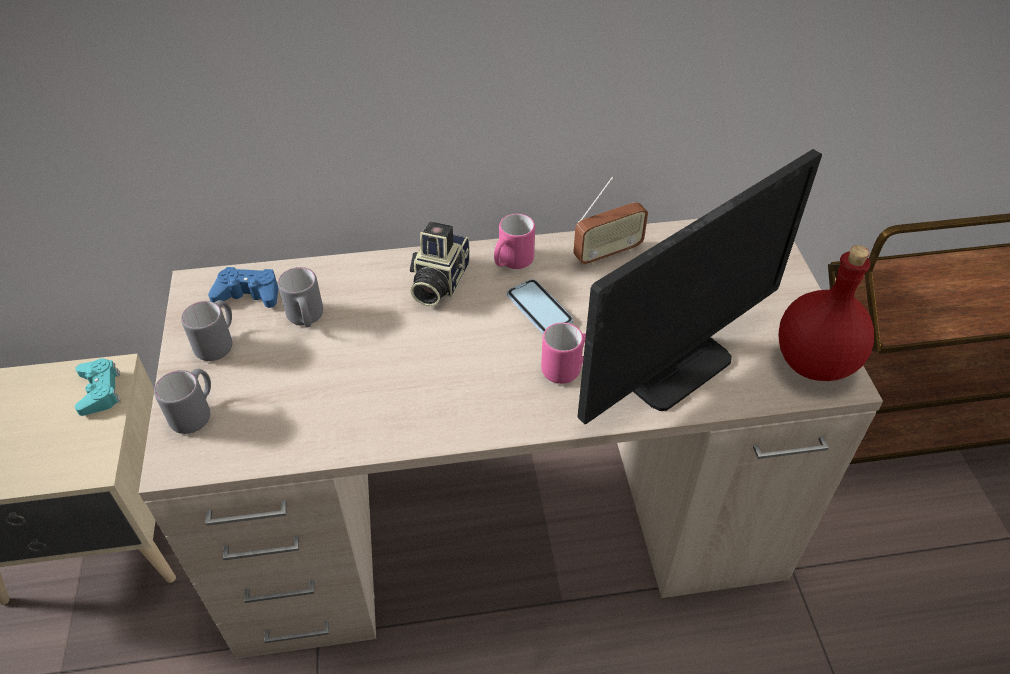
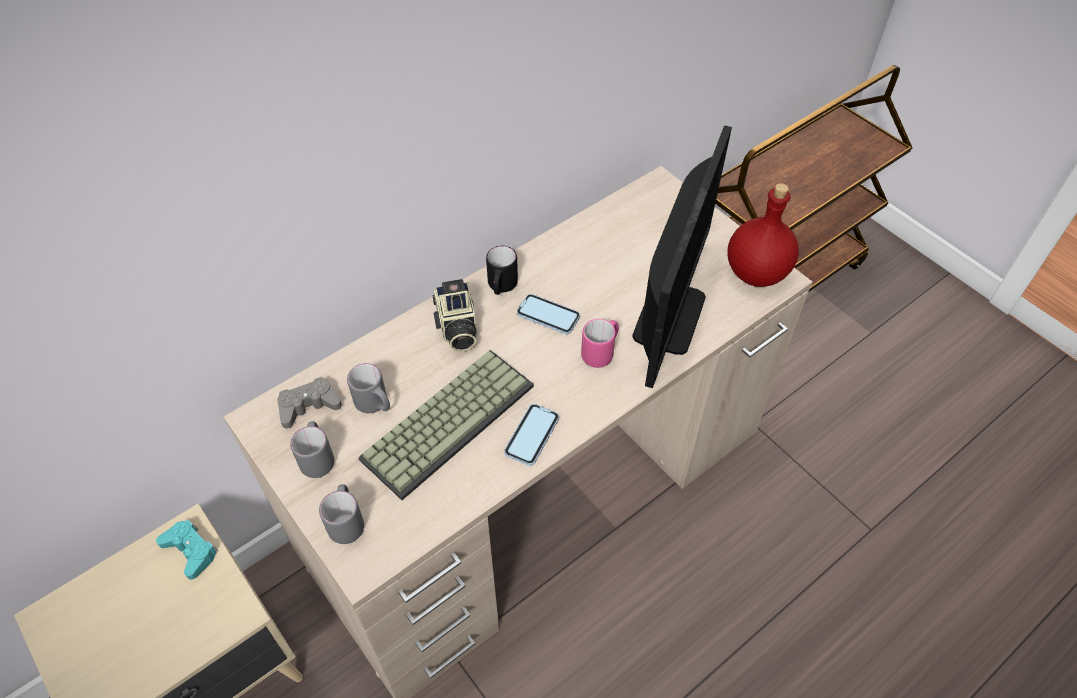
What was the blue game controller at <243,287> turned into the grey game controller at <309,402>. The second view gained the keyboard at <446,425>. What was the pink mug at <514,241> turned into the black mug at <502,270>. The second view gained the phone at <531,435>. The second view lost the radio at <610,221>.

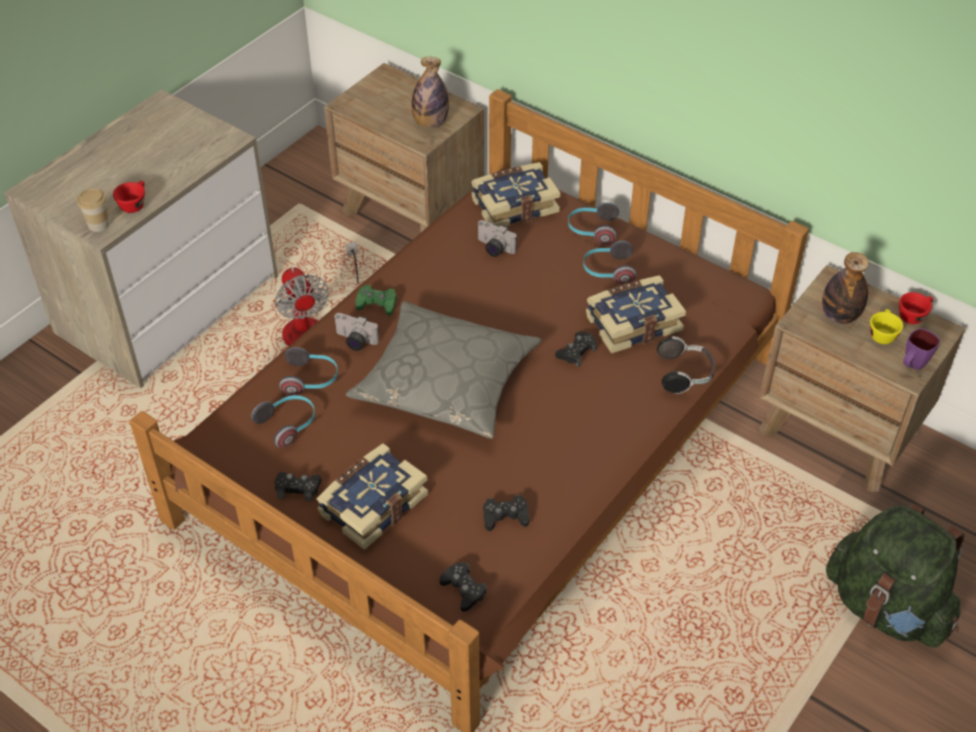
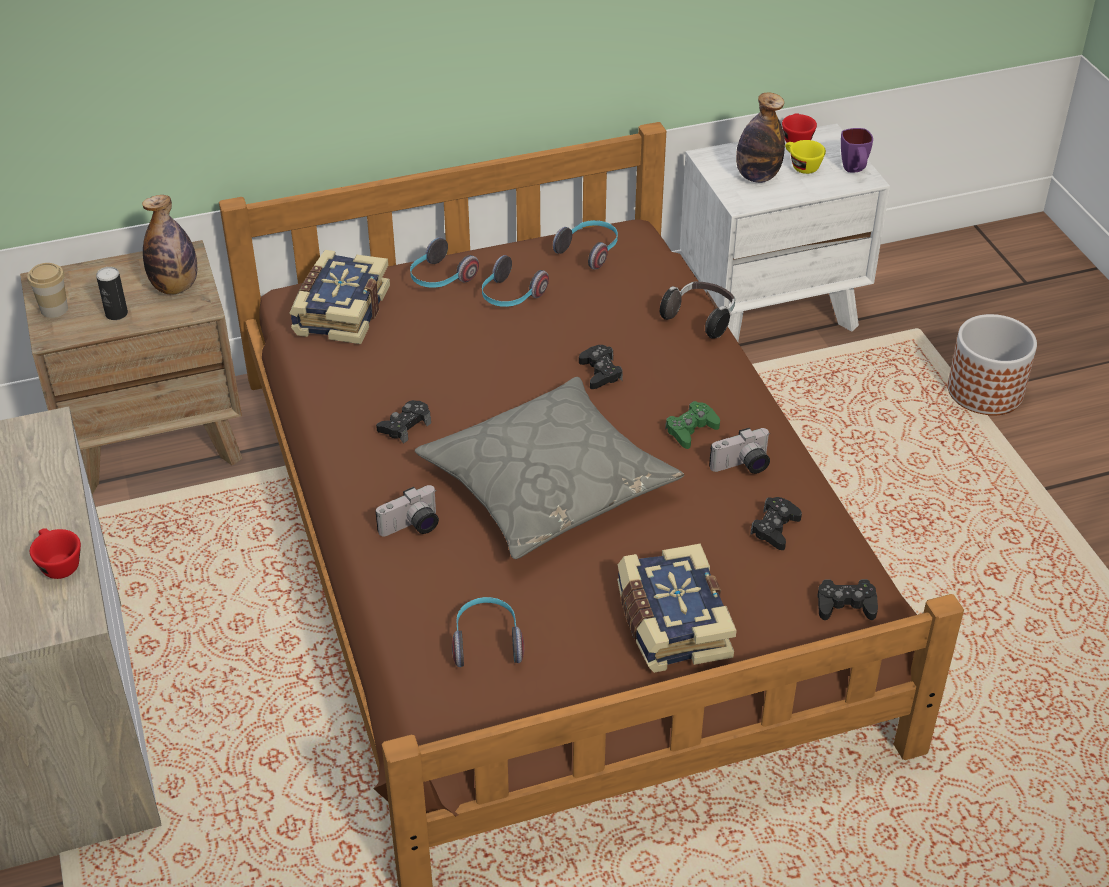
The cup ended up elsewhere, having gone from <93,210> to <47,290>. The second view gained the can at <112,293>. The black game controller ended up elsewhere, having gone from <297,487> to <403,422>. The headphones ended up elsewhere, having gone from <308,371> to <585,245>. The green game controller ended up elsewhere, having gone from <376,300> to <692,425>. What was the brown nightstand at <862,378> turned into the white nightstand at <785,232>. The photo camera ended up elsewhere, having gone from <497,238> to <739,451>. Where the green backpack stood at <895,575>, the planter came to stand at <992,365>. The second view lost the fan at <316,293>. The second view lost the book at <636,314>.

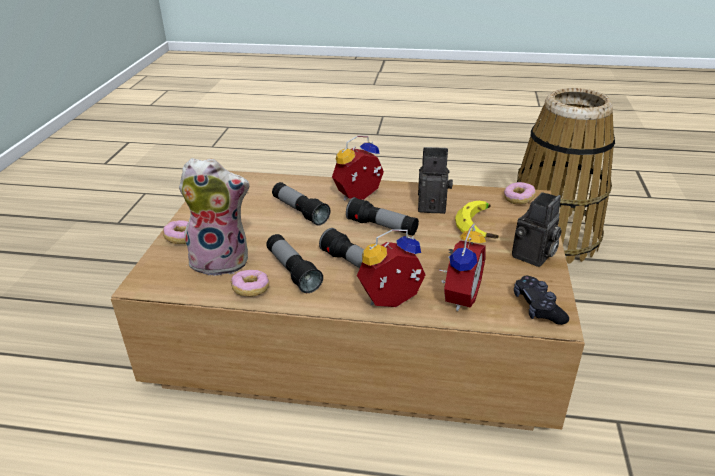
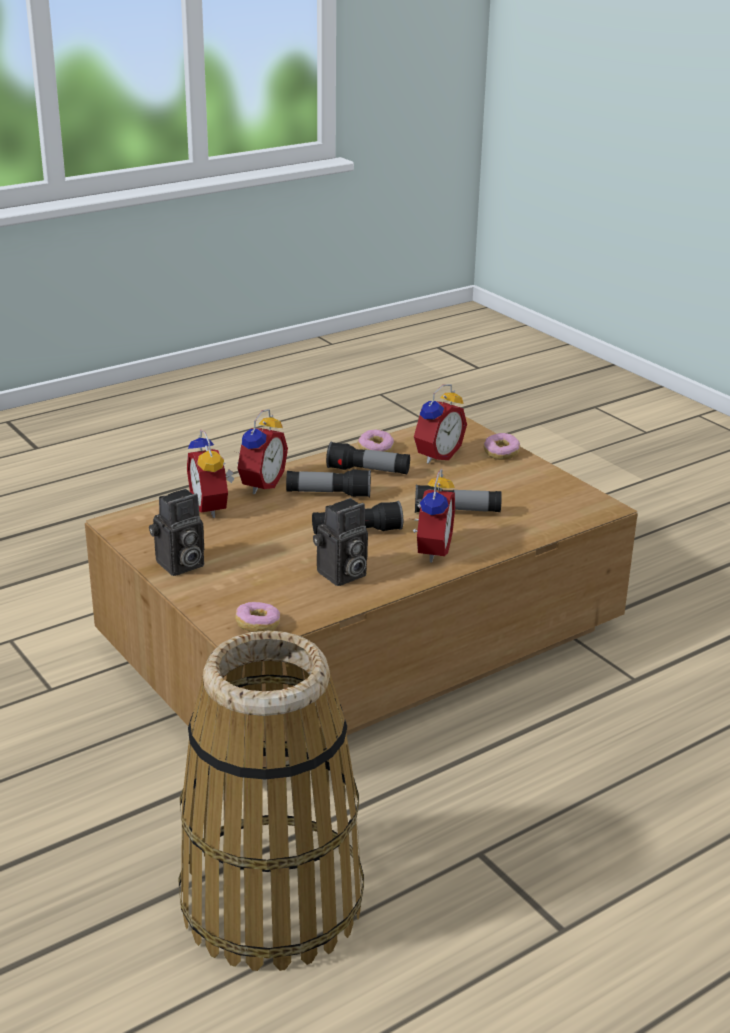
The photo camera at <537,229> ended up facing another way, 120 degrees counterclockwise from before. Where the plush toy stood at <214,217>, the alarm clock came to stand at <440,424>. The second view lost the banana at <477,219>. The second view lost the black game controller at <541,300>.

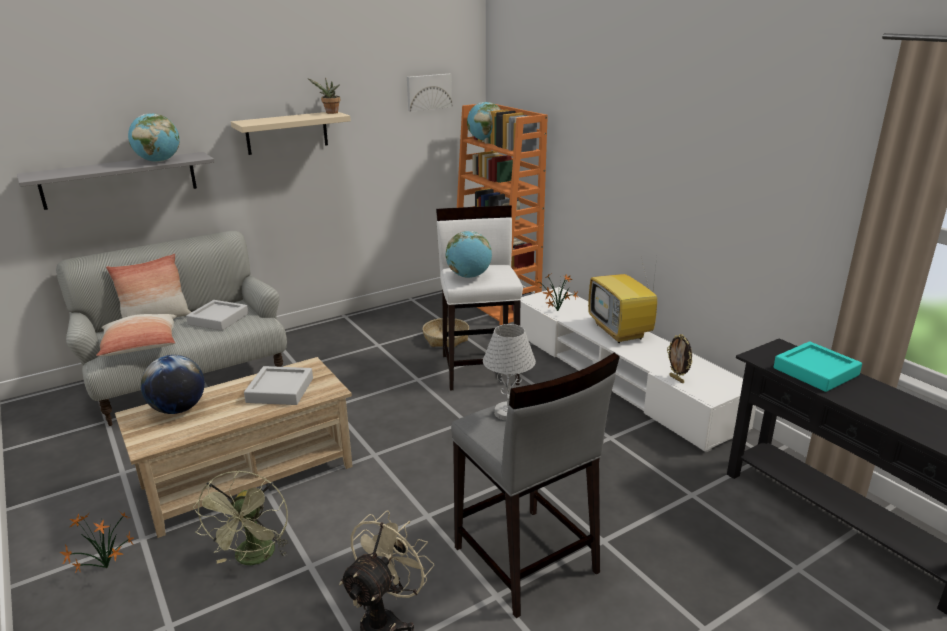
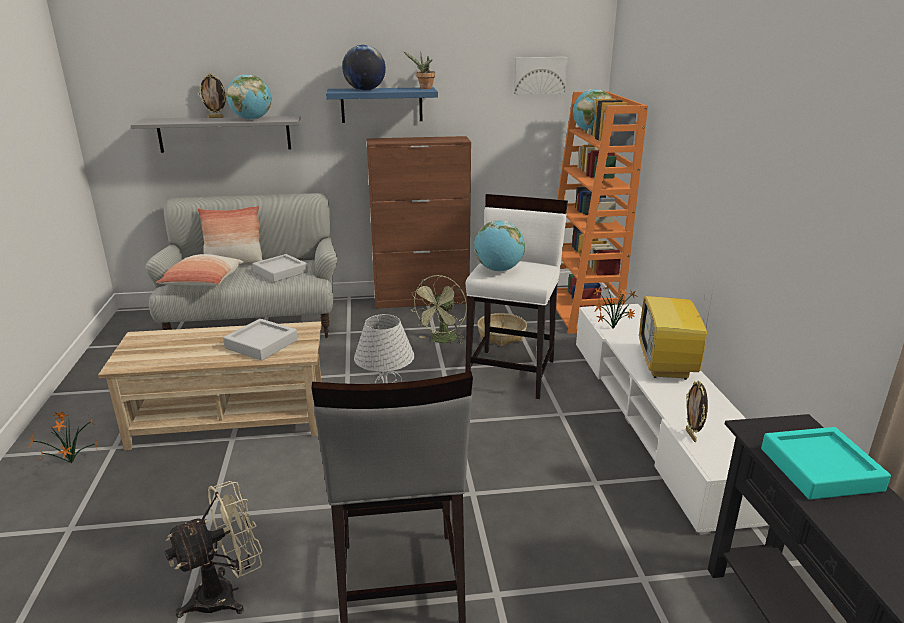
The second view gained the picture frame at <212,95>. What was the beige shelf at <291,133> turned into the blue shelf at <382,105>. The globe ended up elsewhere, having gone from <173,384> to <364,68>. The second view gained the brown cabinet at <418,222>. The green fan ended up elsewhere, having gone from <240,517> to <438,309>.

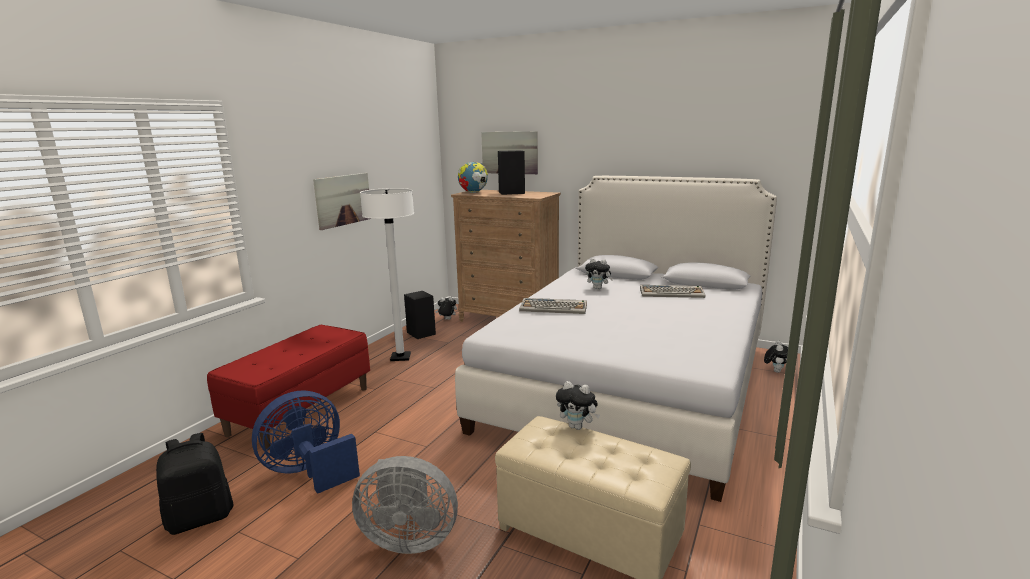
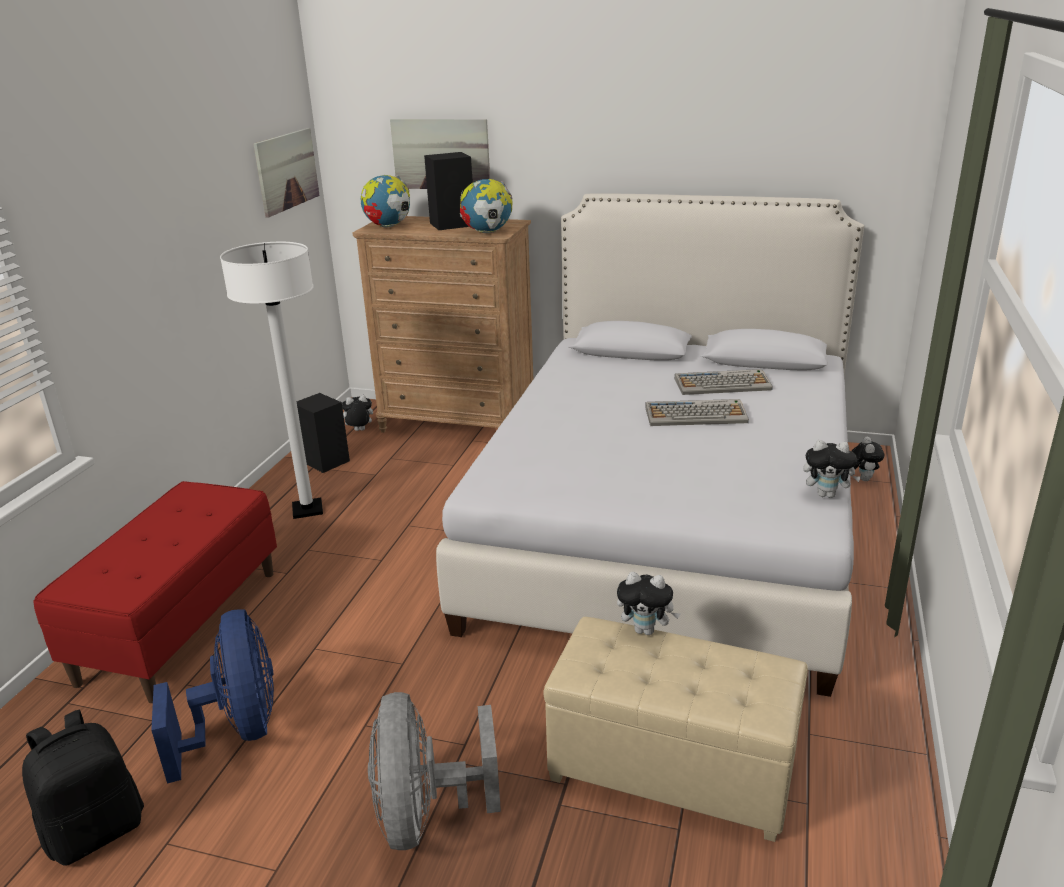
The blue fan at <306,442> ended up facing another way, 120 degrees clockwise from before. The picture ended up elsewhere, having gone from <341,201> to <286,173>. The grey fan at <405,505> ended up facing another way, 90 degrees clockwise from before. The second view gained the globe at <486,206>. The keyboard ended up elsewhere, having gone from <553,306> to <697,412>. The plush toy ended up elsewhere, having gone from <599,273> to <832,469>.

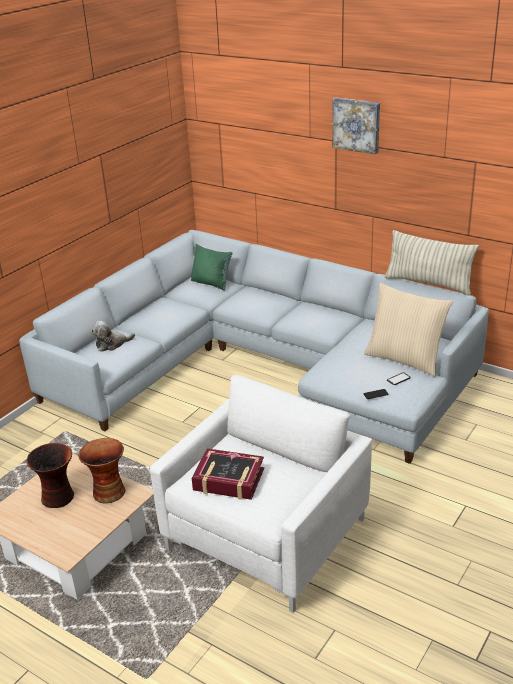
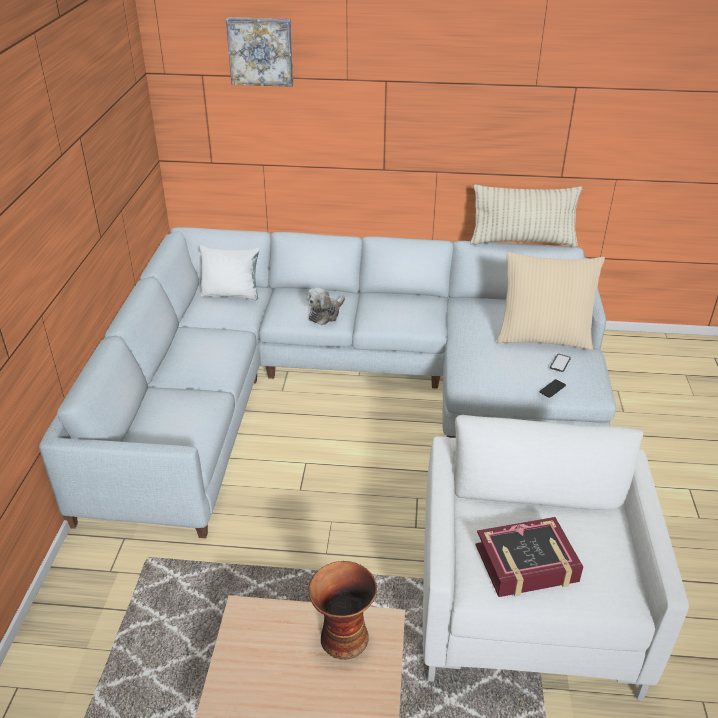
What was the green pillow at <211,267> turned into the white pillow at <229,273>. The picture ended up elsewhere, having gone from <356,125> to <259,52>. The plush toy ended up elsewhere, having gone from <113,336> to <326,306>. The second view lost the vase at <50,475>.

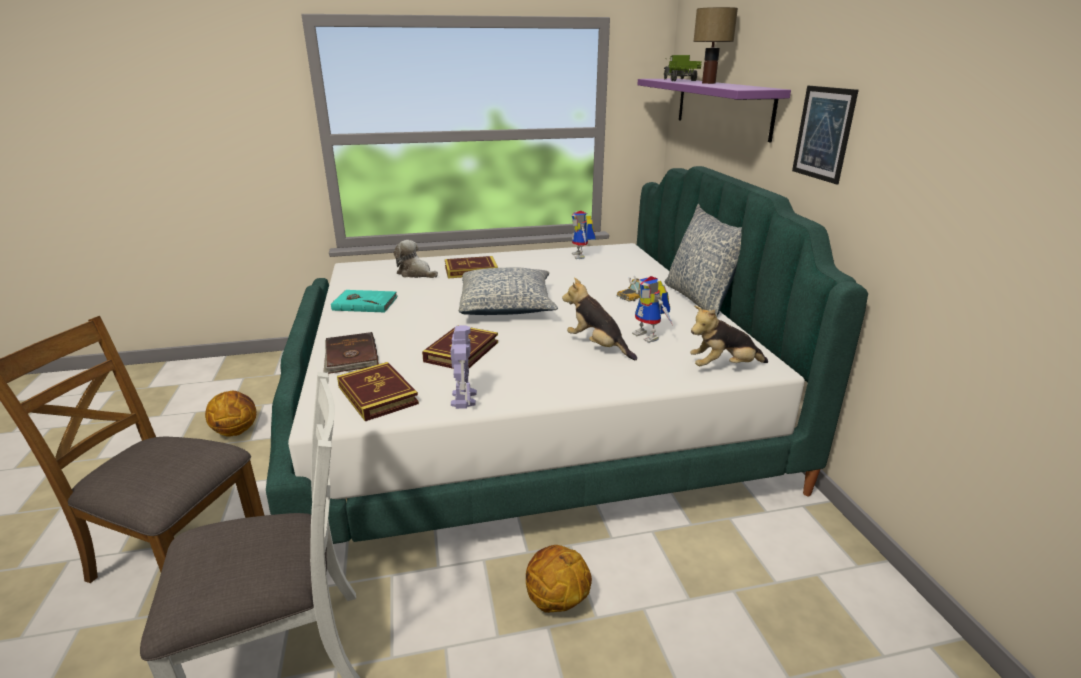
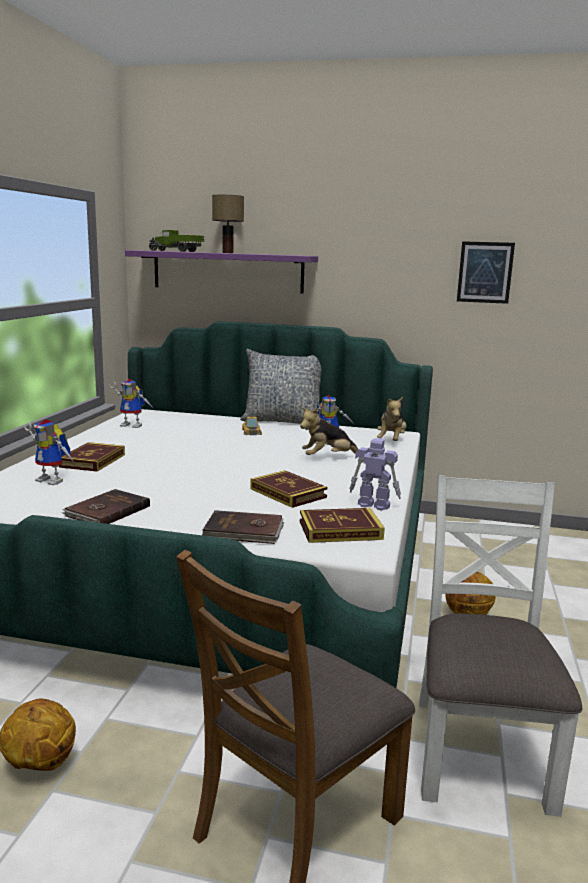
Where the plush toy stood at <416,259>, the toy robot came to stand at <48,452>. What was the turquoise book at <364,301> turned into the brown book at <106,506>. The picture ended up elsewhere, having gone from <825,135> to <486,272>. The second view lost the pillow at <508,291>.

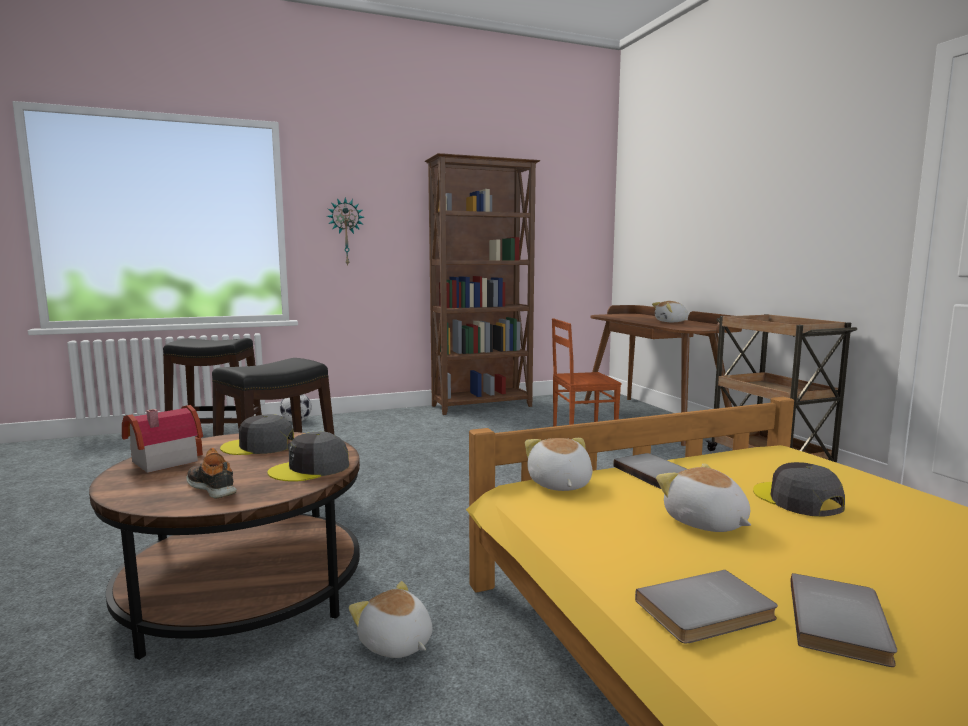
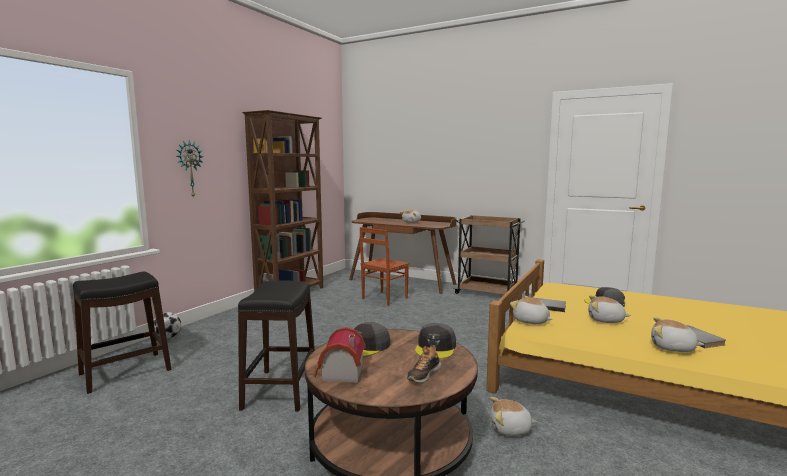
The shoe at <212,473> ended up facing another way, 60 degrees counterclockwise from before. Where the grey book stood at <706,606>, the plush toy came to stand at <678,334>.

